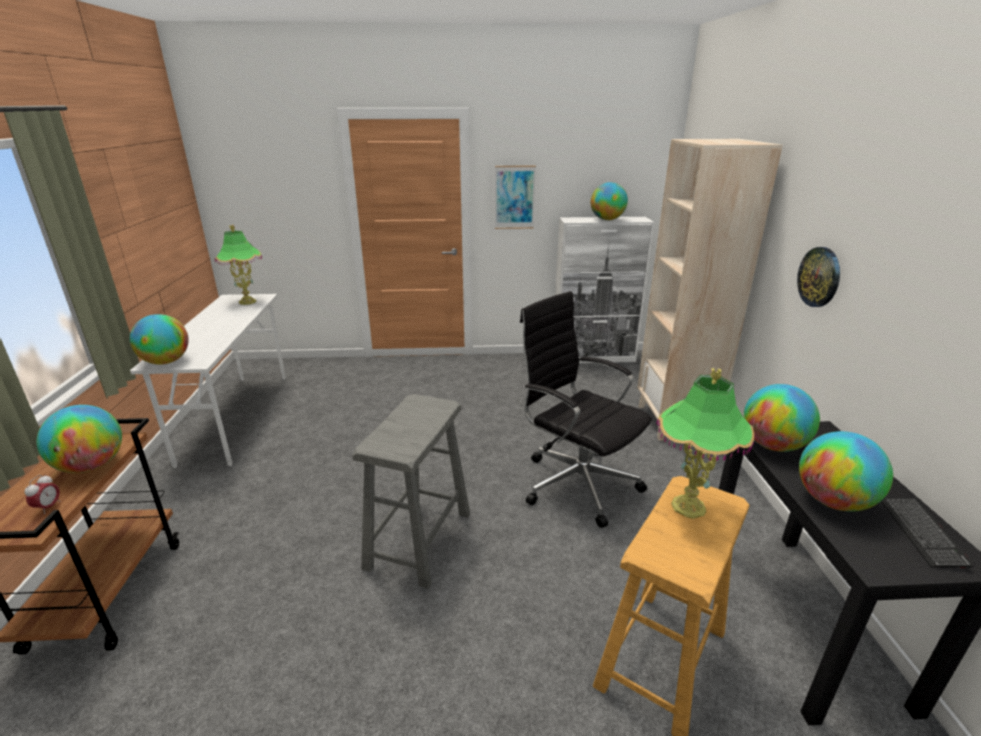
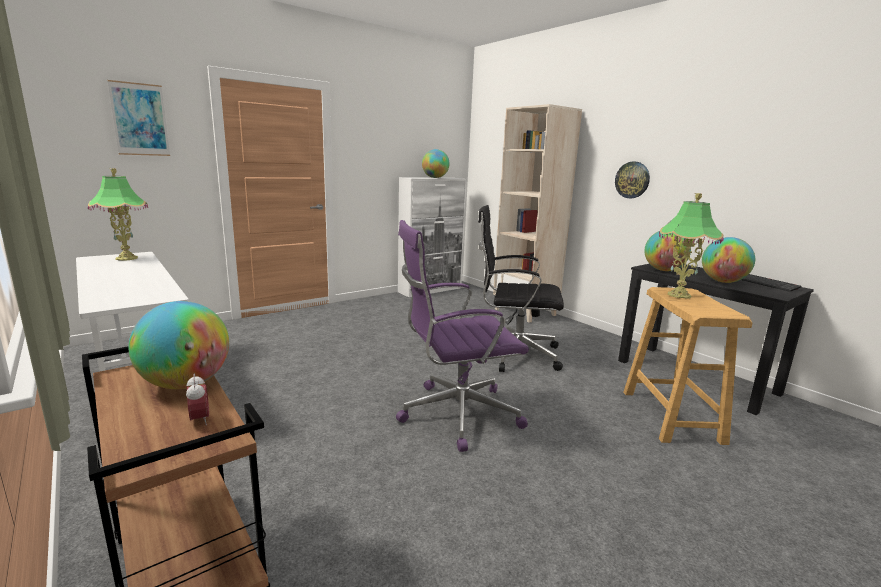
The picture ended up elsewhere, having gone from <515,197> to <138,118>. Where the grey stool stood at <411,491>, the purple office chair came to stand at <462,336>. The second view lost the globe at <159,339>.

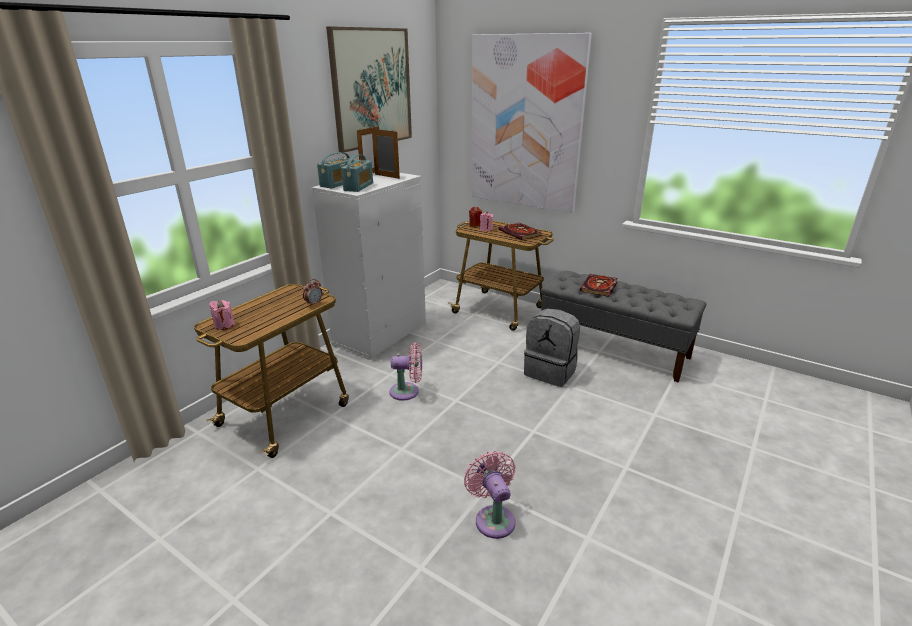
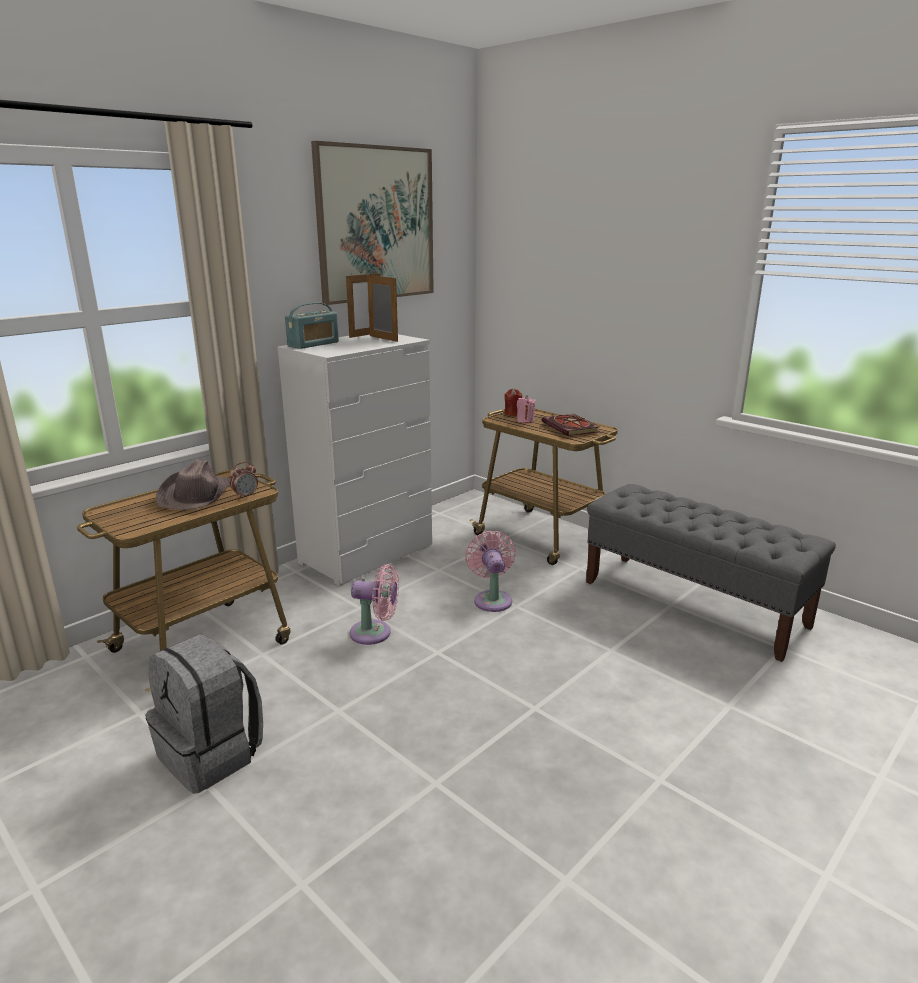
The grey backpack ended up elsewhere, having gone from <552,348> to <204,714>. The second view gained the brown hat at <193,485>. The pink fan ended up elsewhere, having gone from <490,495> to <490,571>. The second view lost the pink candle at <222,315>. The second view lost the radio at <357,173>. The second view lost the picture at <531,123>. The second view lost the book at <598,285>.

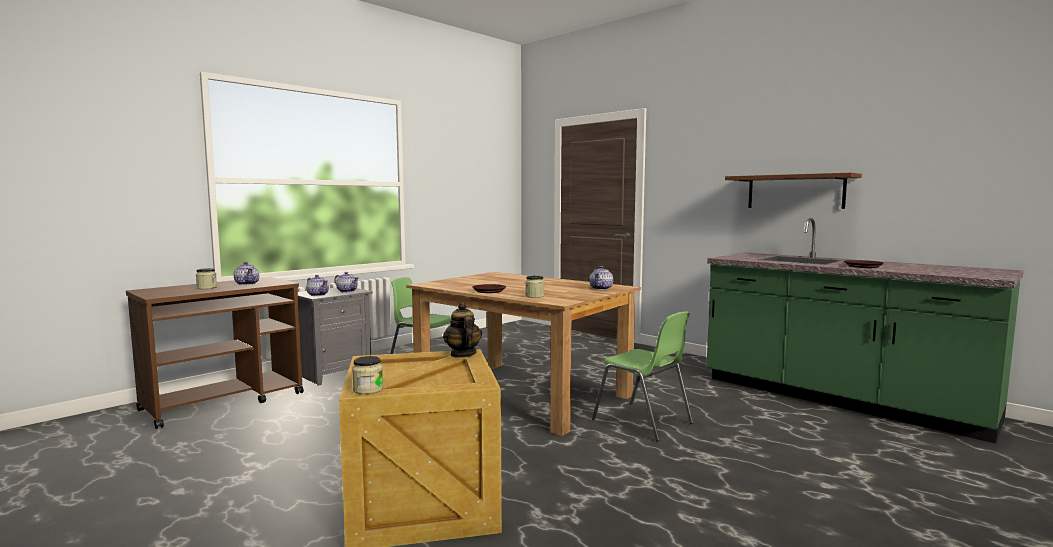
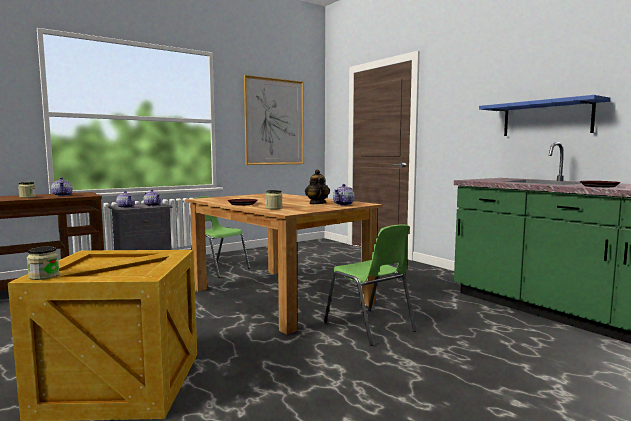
The second view gained the picture at <274,120>. The teapot ended up elsewhere, having gone from <462,330> to <317,187>. What was the brown shelf at <793,191> turned into the blue shelf at <544,115>.

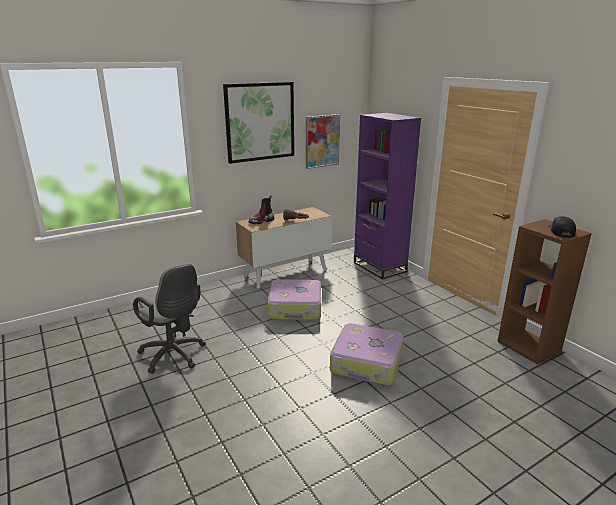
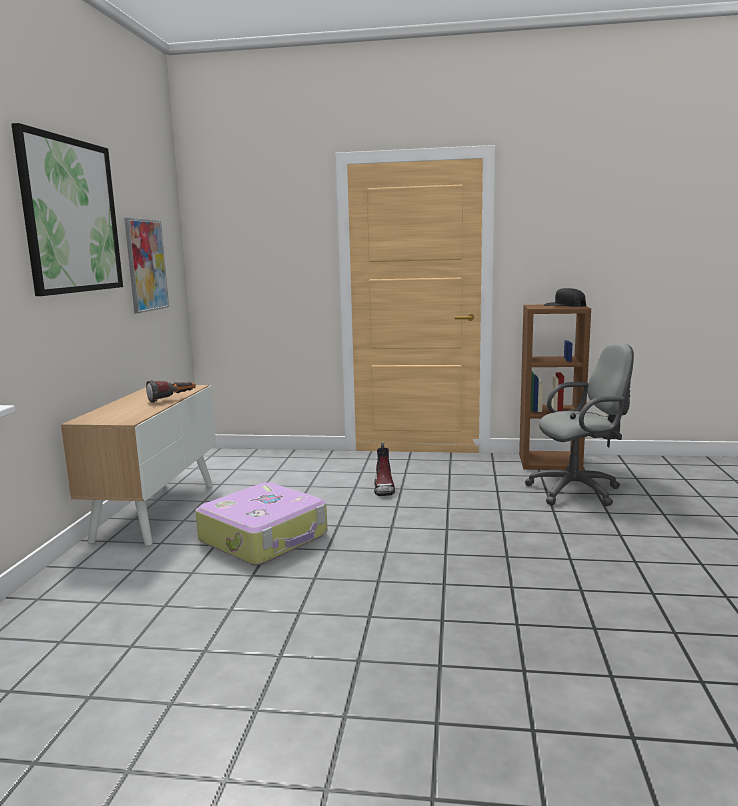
The boot ended up elsewhere, having gone from <261,209> to <384,469>. The grey office chair ended up elsewhere, having gone from <169,318> to <579,424>. The second view lost the suitcase at <367,354>. The second view lost the purple bookcase at <387,196>.

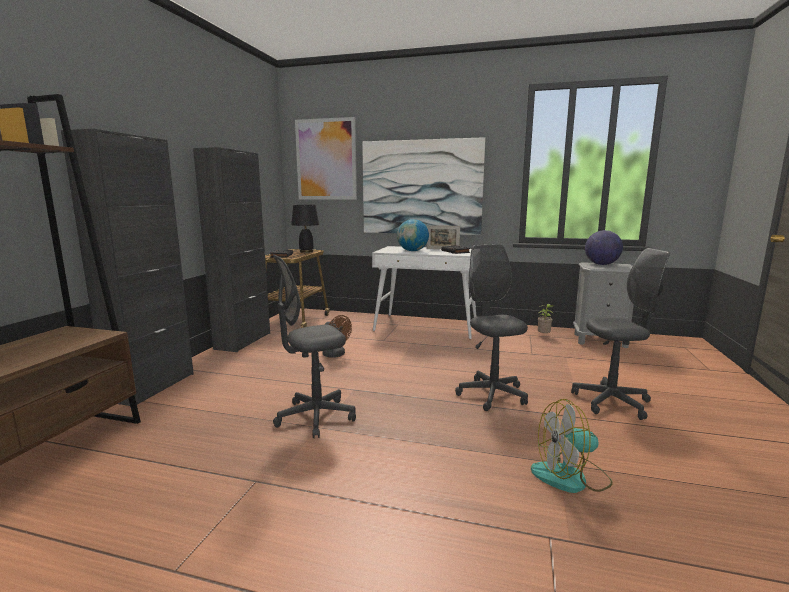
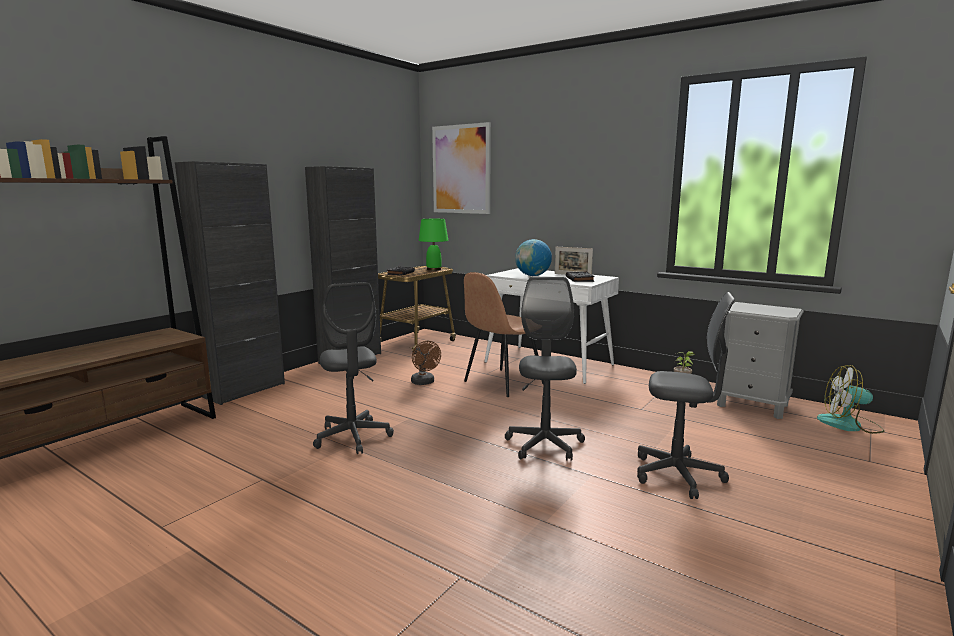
The grey office chair at <314,346> ended up facing another way, 105 degrees counterclockwise from before. What was the black table lamp at <305,229> turned into the green table lamp at <433,245>. The second view gained the brown chair at <504,334>. The fan ended up elsewhere, having gone from <572,446> to <850,399>. The second view lost the picture at <423,186>. The second view lost the globe at <604,247>.

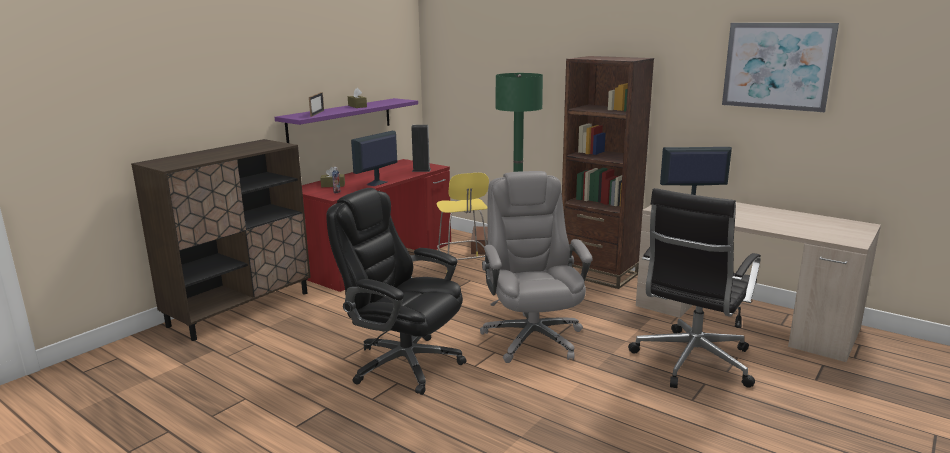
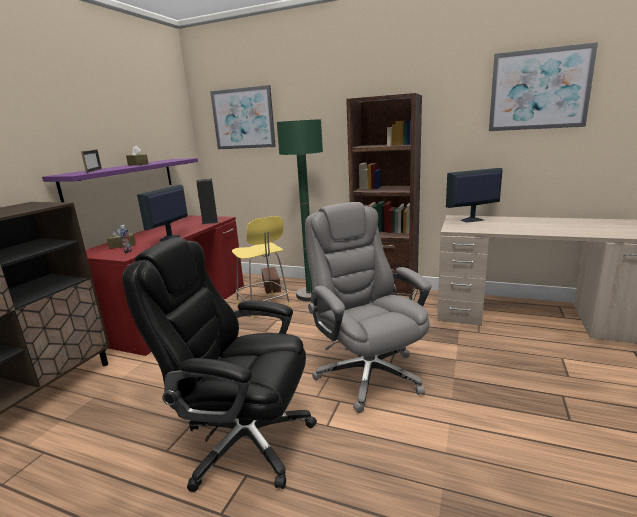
The second view gained the picture at <243,117>. The second view lost the black office chair at <694,288>.

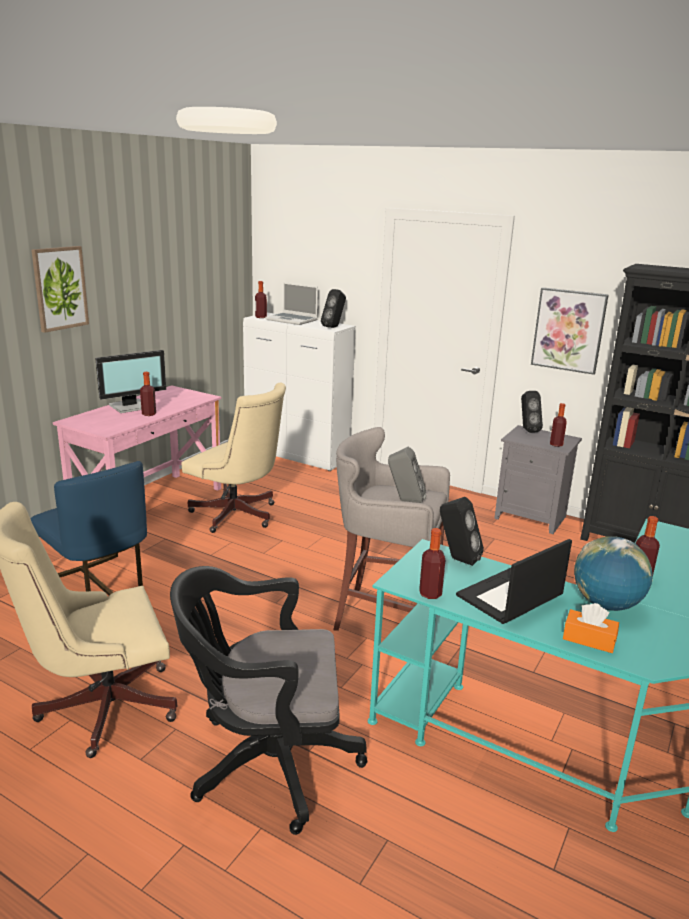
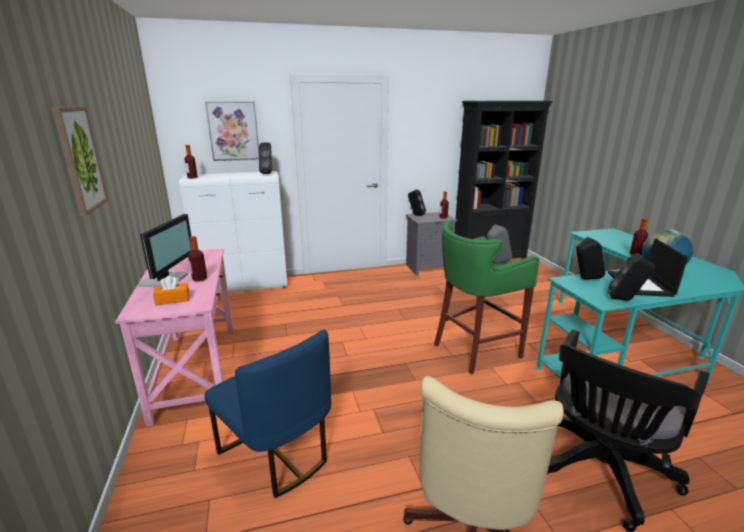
The orange tissue box ended up elsewhere, having gone from <591,628> to <171,291>. The blue chair at <89,528> ended up facing another way, 45 degrees clockwise from before. The picture ended up elsewhere, having gone from <570,331> to <232,131>. What was the grey stool at <391,529> turned into the green stool at <486,297>. Where the bottle stood at <432,563>, the black speaker came to stand at <631,277>. The second view lost the beige office chair at <233,458>. The second view lost the laptop at <291,303>.

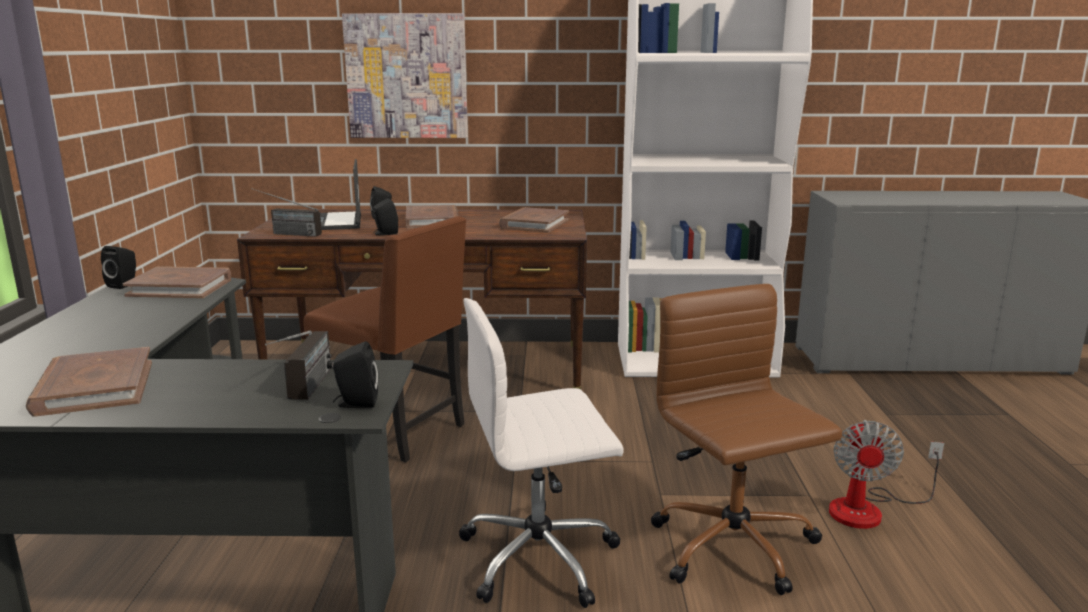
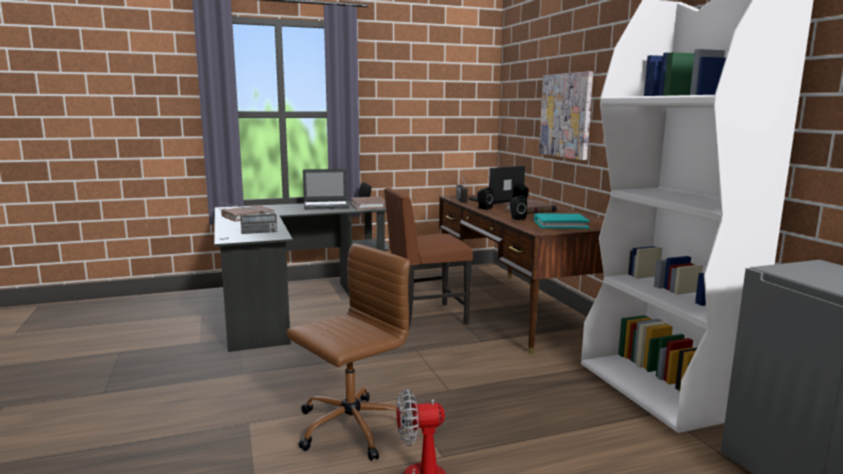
The second view gained the laptop at <326,189>. The brown chair at <385,339> ended up facing another way, 60 degrees clockwise from before. The black speaker ended up elsewhere, having gone from <355,374> to <518,208>. What was the brown book at <534,220> turned into the turquoise book at <562,221>. The second view lost the white office chair at <541,453>.

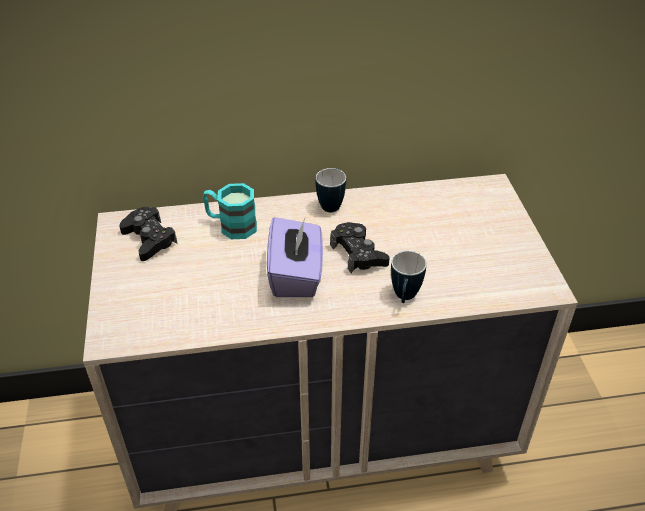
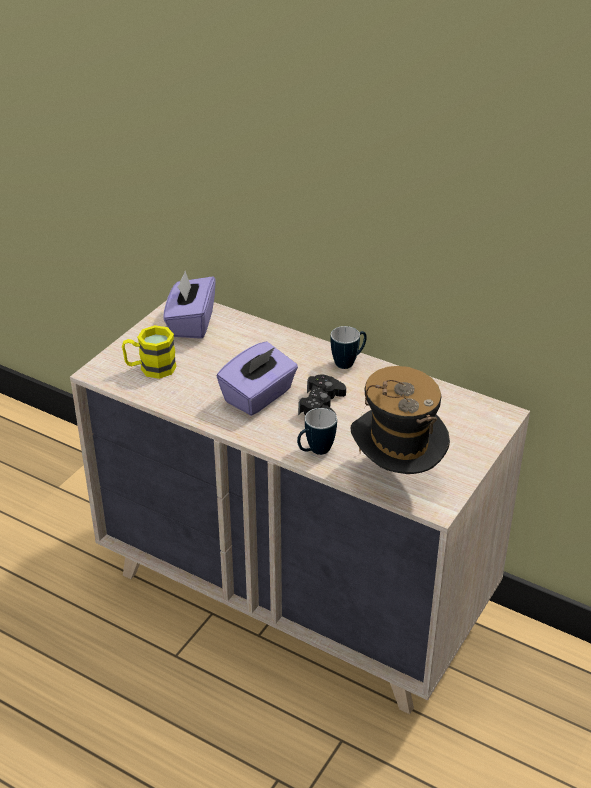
The second view gained the yellow mug at <149,352>. Where the black game controller stood at <148,234>, the purple tissue box came to stand at <189,305>. The second view gained the hat at <400,420>. The second view lost the turquoise mug at <230,211>.

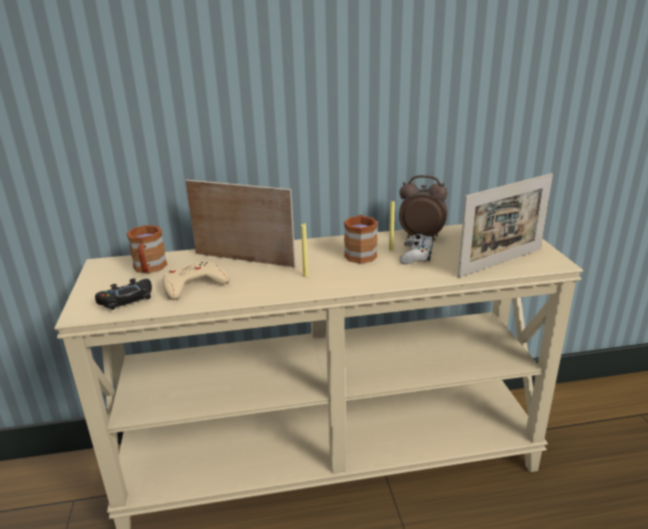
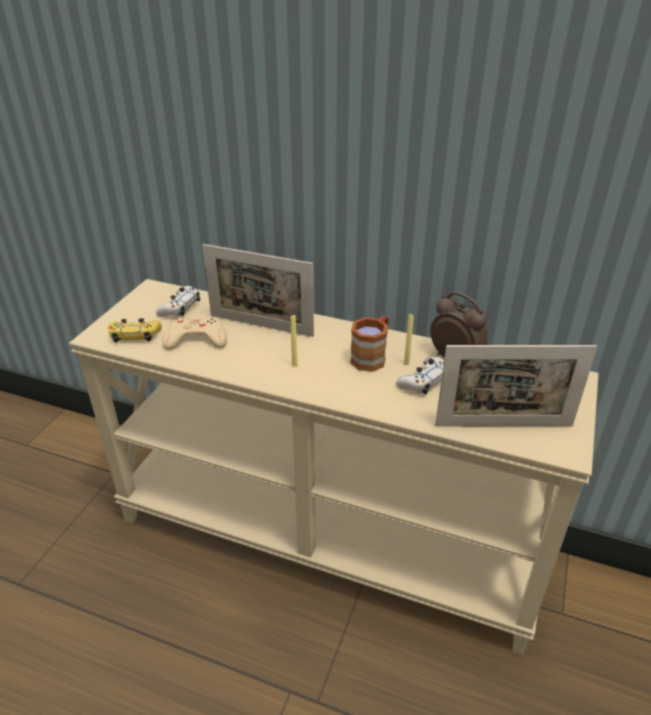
What was the black game controller at <123,294> turned into the yellow game controller at <135,330>. Where the brown mug stood at <146,249>, the white game controller came to stand at <178,301>. The picture frame at <240,223> ended up facing another way, 150 degrees clockwise from before.

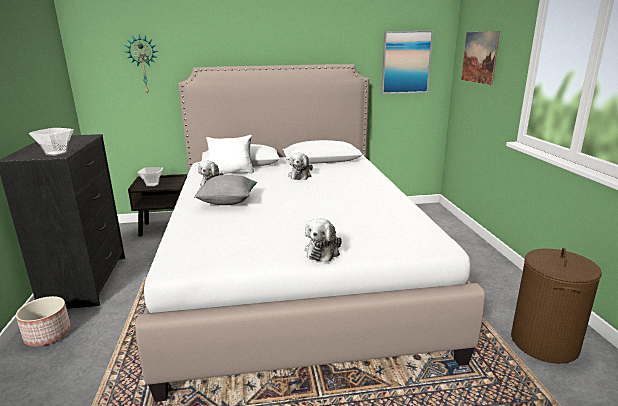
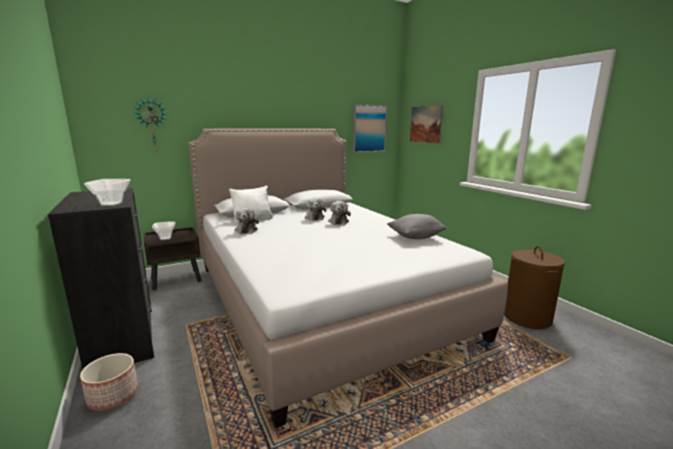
The plush toy ended up elsewhere, having gone from <323,240> to <339,213>. The grey pillow ended up elsewhere, having gone from <225,190> to <417,226>.

